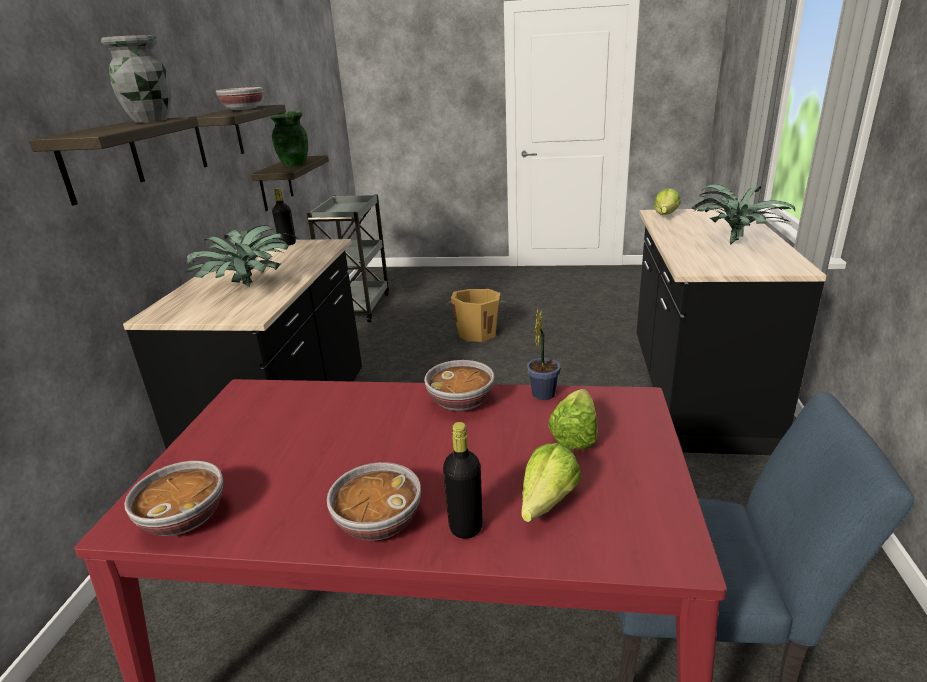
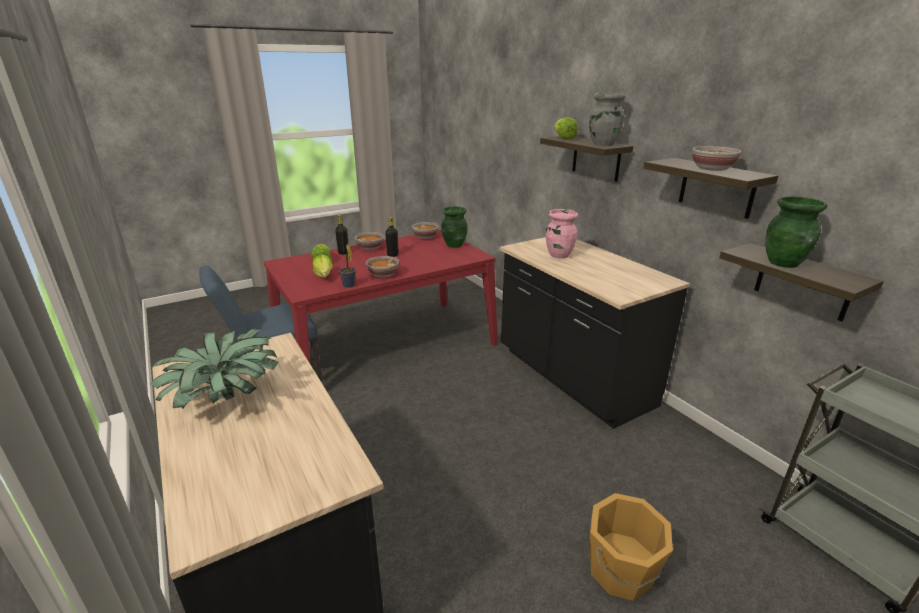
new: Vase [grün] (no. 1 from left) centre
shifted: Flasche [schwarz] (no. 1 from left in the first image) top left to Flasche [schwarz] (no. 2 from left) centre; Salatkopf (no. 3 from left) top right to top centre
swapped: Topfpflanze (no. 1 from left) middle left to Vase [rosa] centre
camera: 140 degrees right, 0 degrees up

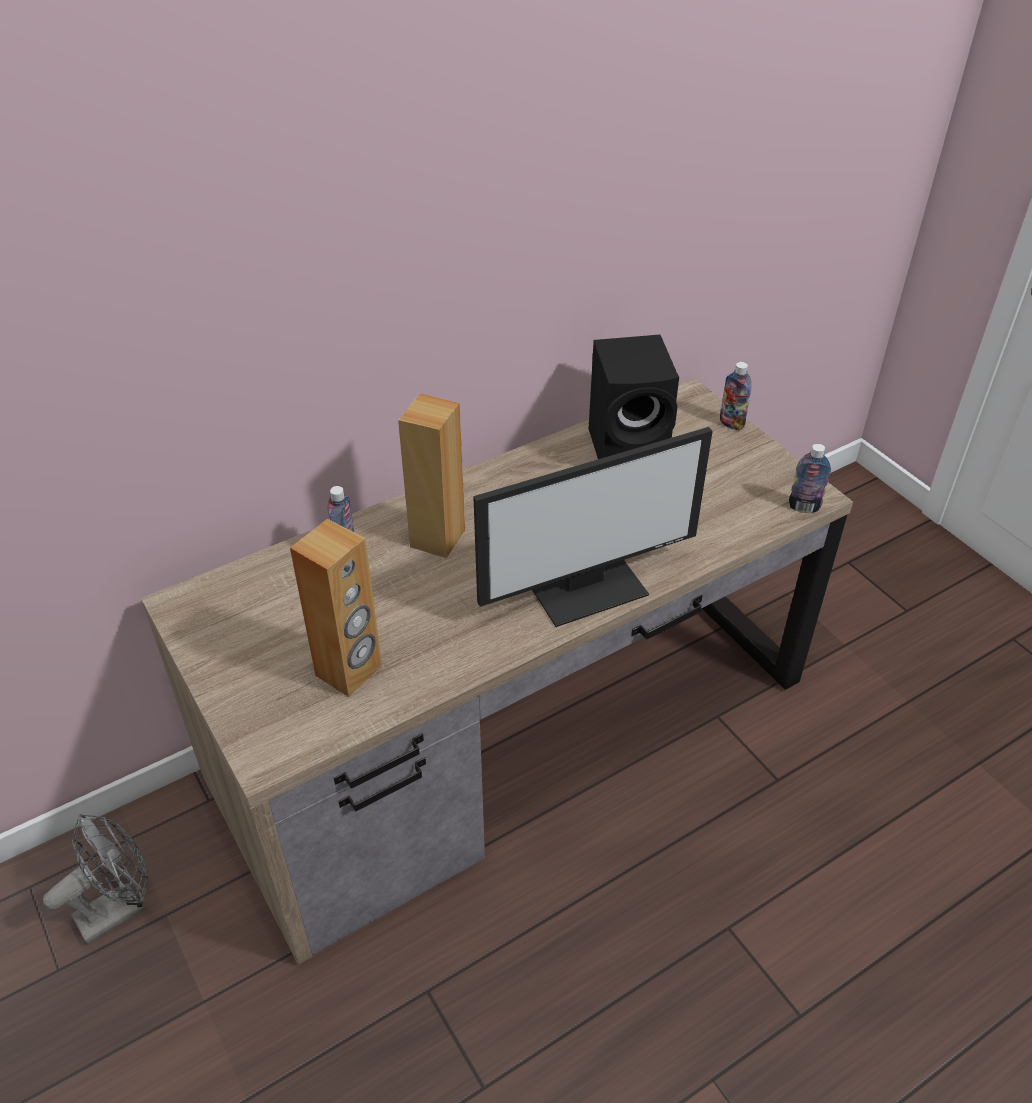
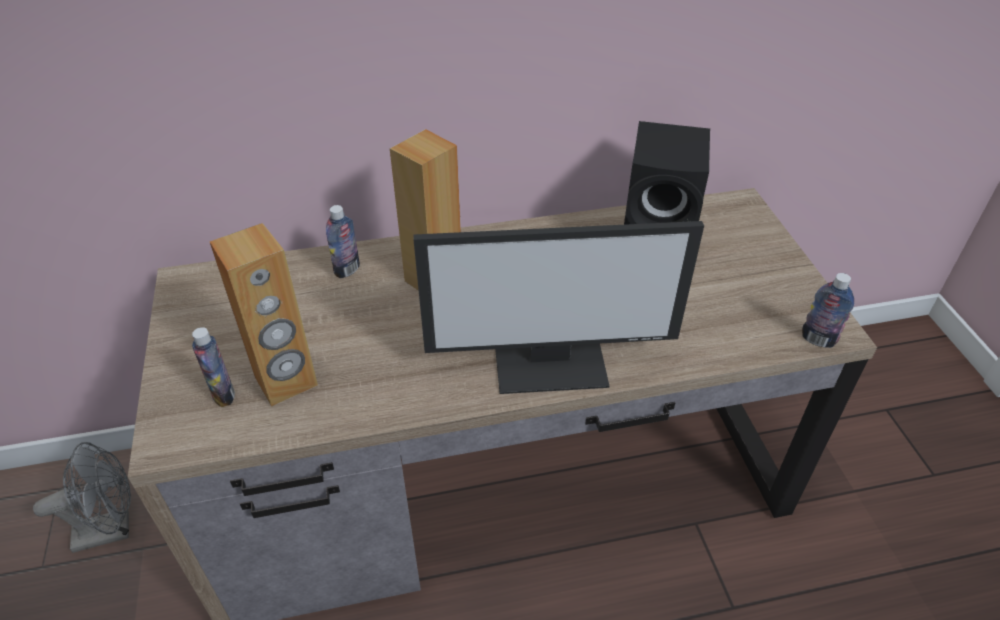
shifted: Flasche (no. 2 from left in the first image) middle right to Flasche (no. 1 from left) middle left
camera: 20 degrees right, 0 degrees up

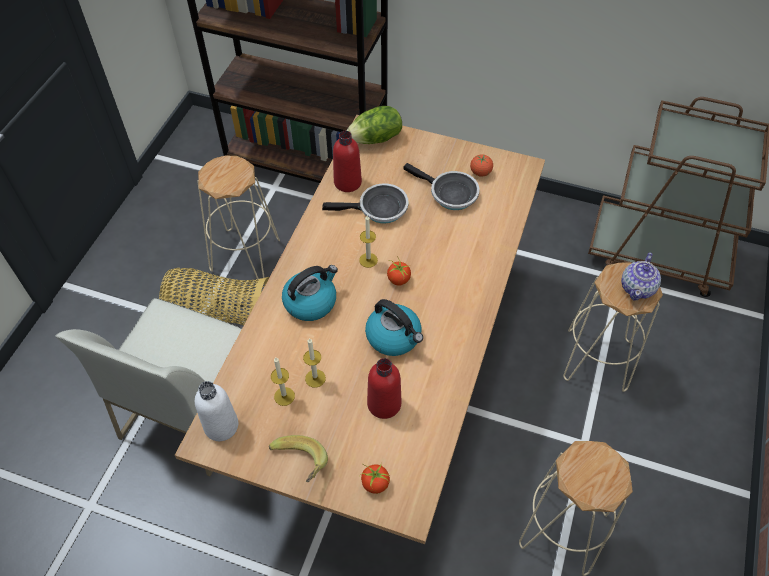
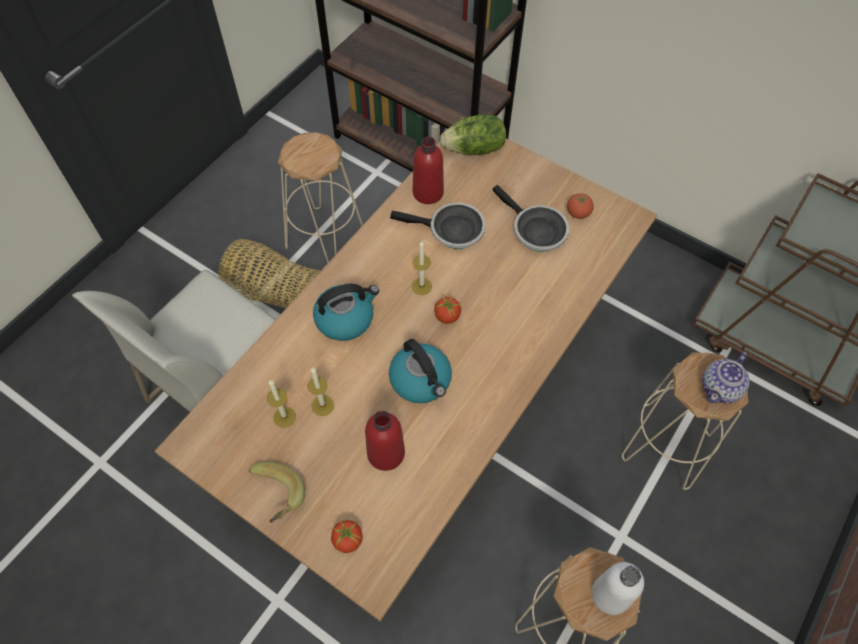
shifted: Flasche [weiß] bottom left to bottom right
camera: 15 degrees right, 5 degrees up

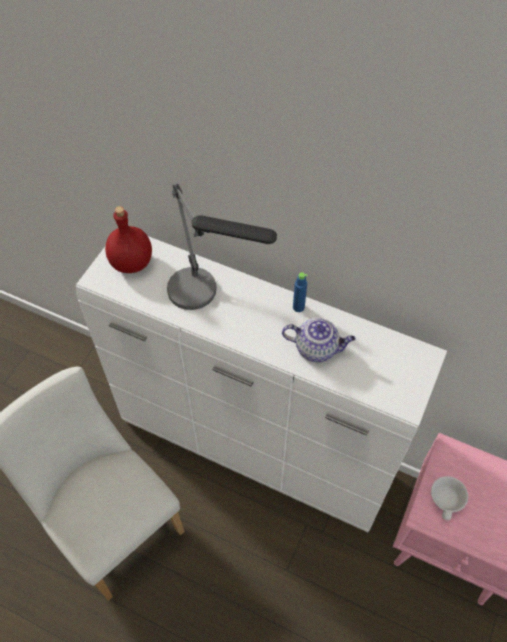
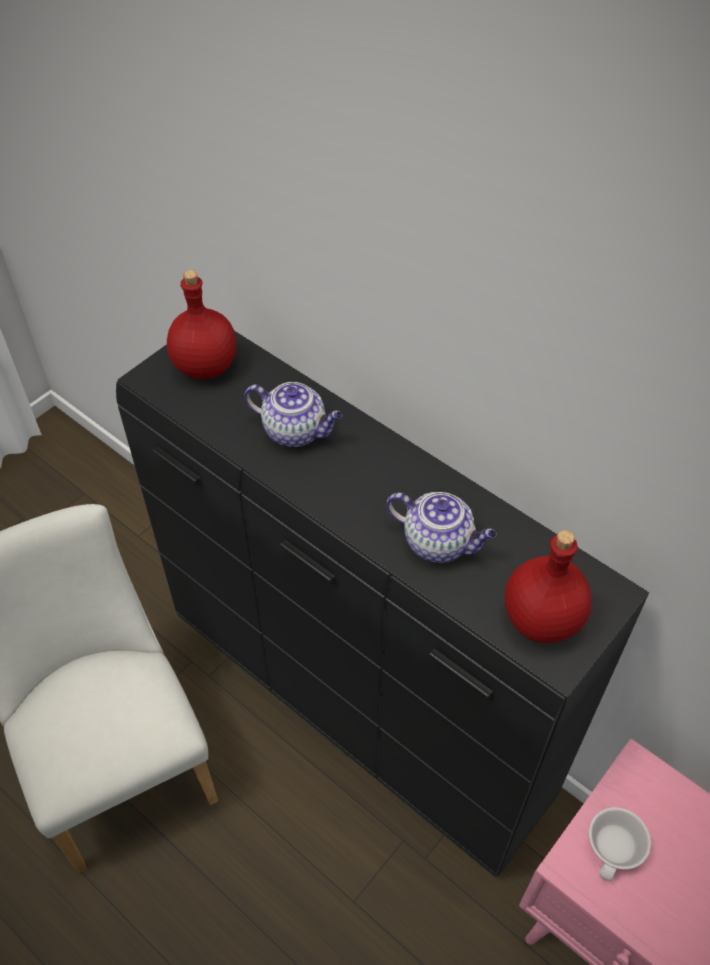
gone: Flasche [blau] centre
new: Flasche [rot] (no. 2 from left) middle right
swapped: Tischlampe centre to Teekanne (no. 1 from left) centre
repainted: Kommode [weiß] centre to Kommode [schwarz] centre
camera: 15 degrees right, 5 degrees down

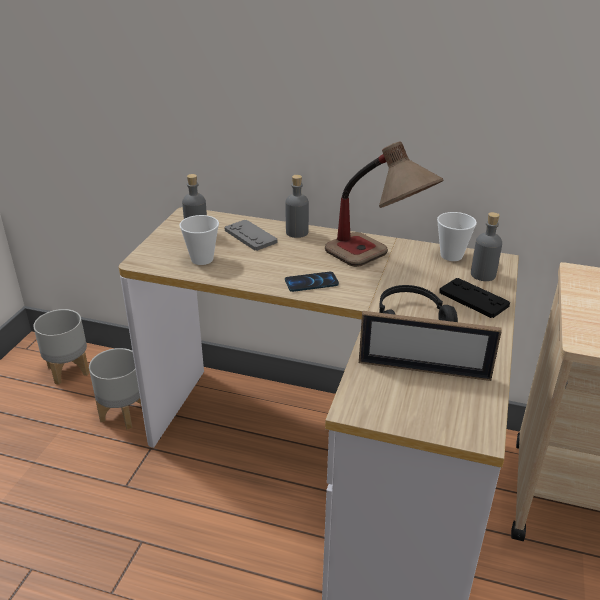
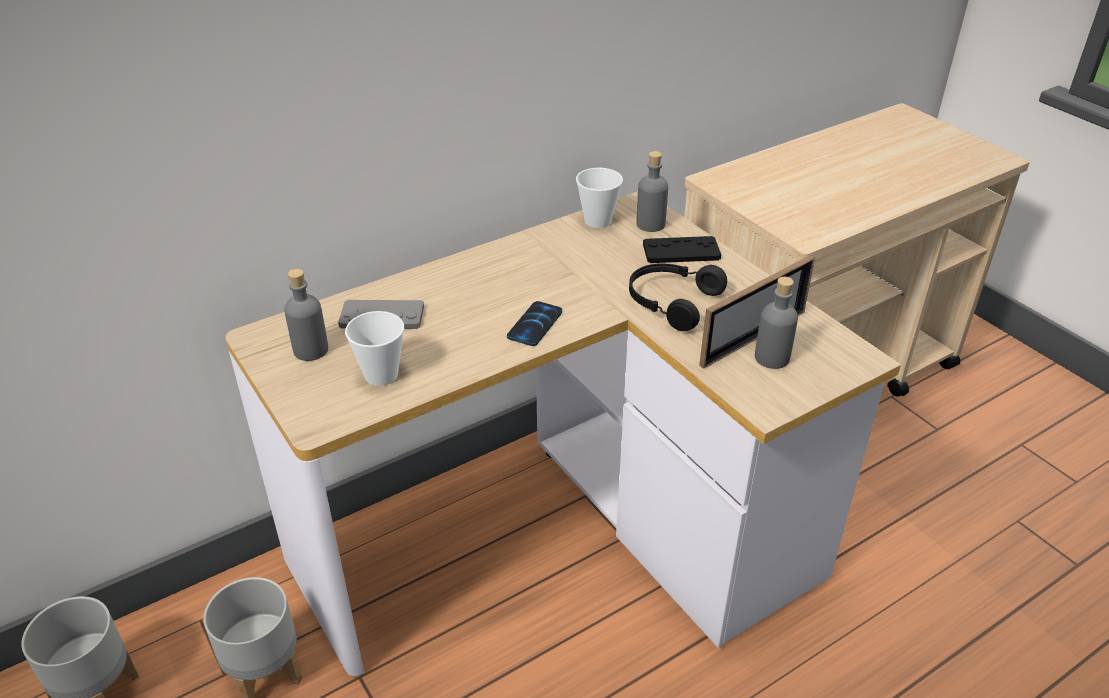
gone: Tischlampe centre
shifted: Flasche [grau] (no. 2 from left in the first image) centre to Flasche [grau] (no. 3 from left) middle right
camera: 50 degrees left, 5 degrees up

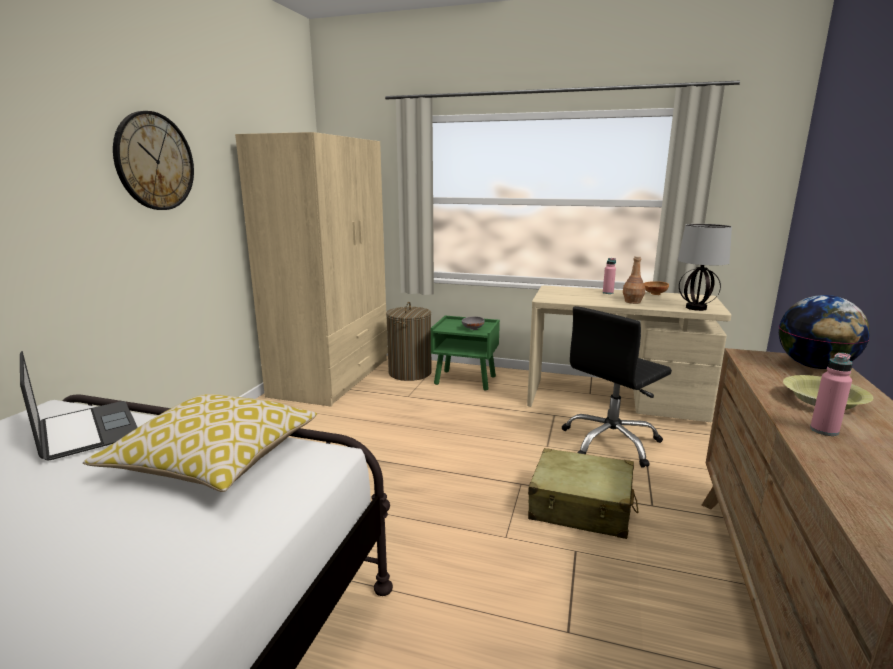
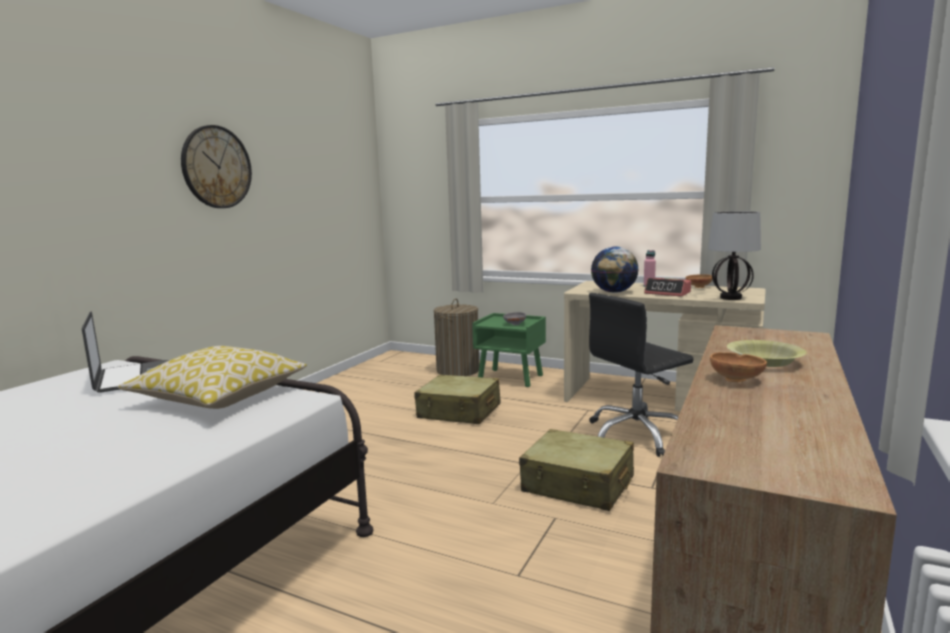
gone: Kleiderschrank [beige] centre
new: Koffer [beige] (no. 1 from left) centre
shifted: Globus middle right to centre
swapped: Flasche [braun] middle right to Wecker middle right; Flasche [rosa] (no. 2 from left) middle right to Schüssel [braun] (no. 2 from left) middle right
camera: 10 degrees right, 5 degrees down

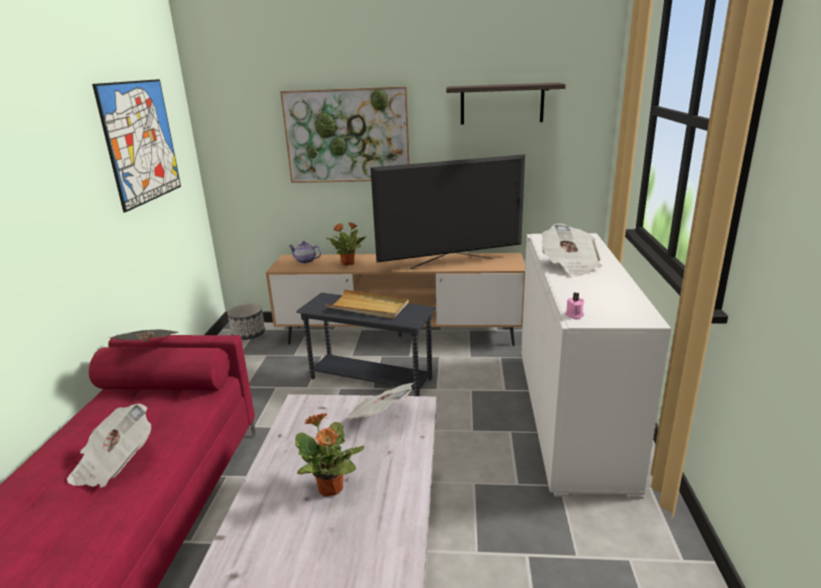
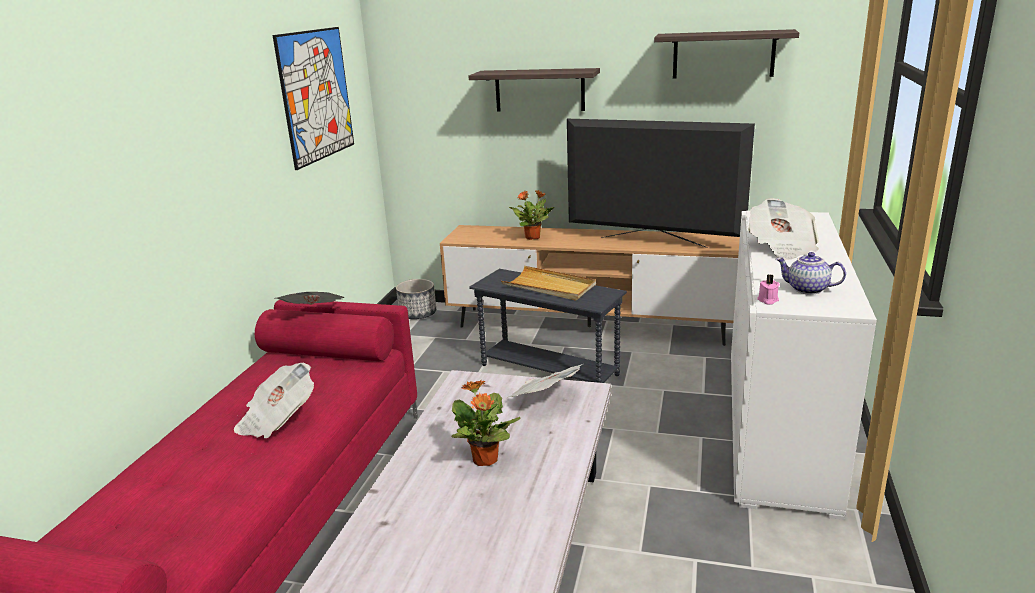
shifted: Teekanne centre to middle right
swapped: Bild (no. 2 from left) top centre to Wandregal (no. 1 from left) top centre
rotated: Fernseher centre = top centre 150 degrees counterclockwise
camera: 10 degrees right, 0 degrees up

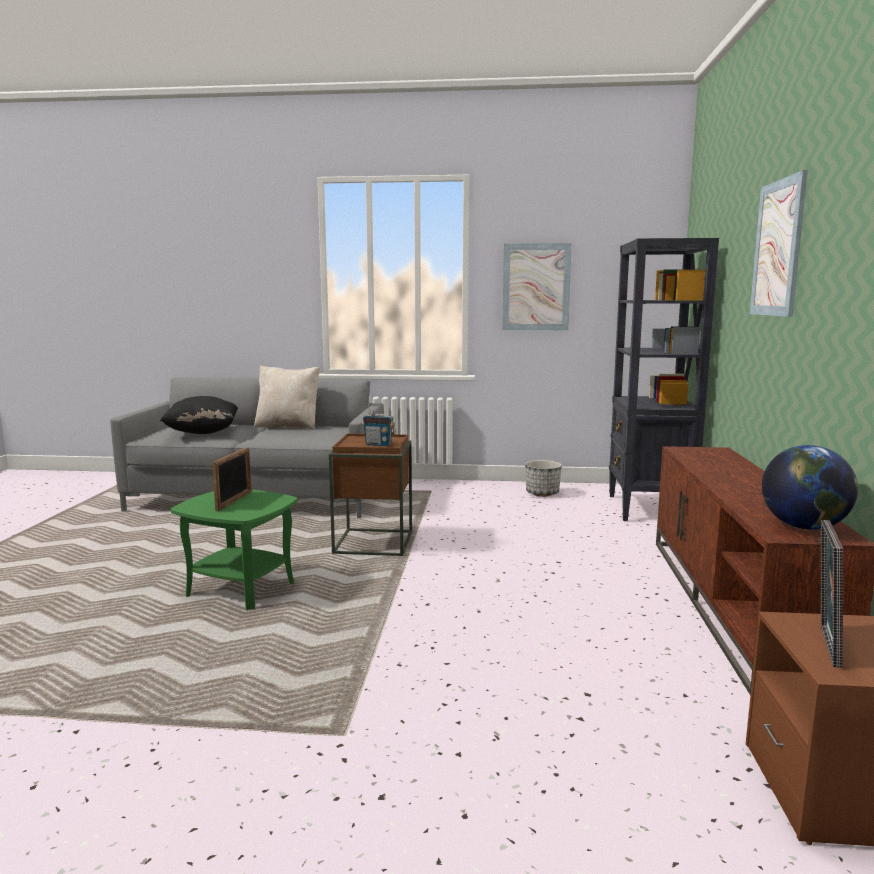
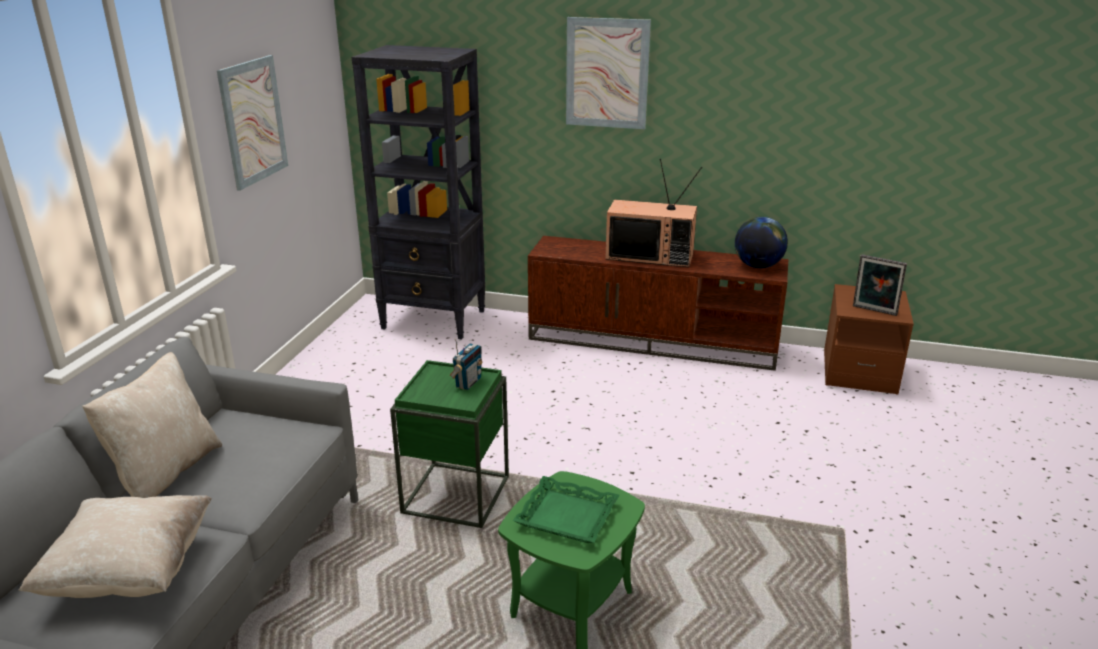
gone: Pflanzkübel centre
new: Fernseher top centre
swapped: Bilderrahmen (no. 1 from left) middle left to Tablett [grün] bottom centre
repainted: Kissen [schwarz] middle left to Kissen [beige] (no. 1 from left) bottom left; Beistelltisch [braun] centre to Beistelltisch [grün] (no. 1 from left) bottom centre
camera: 80 degrees left, 15 degrees up

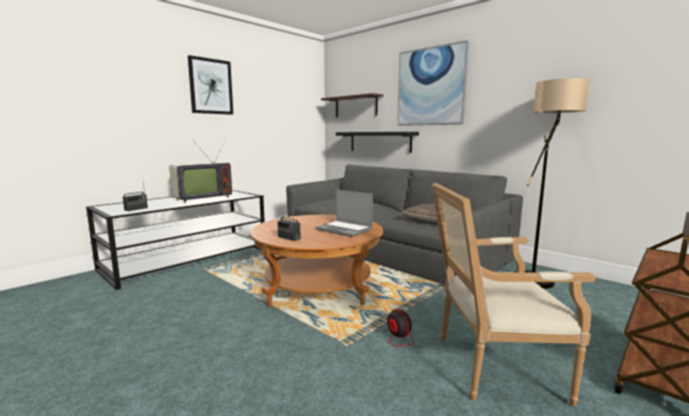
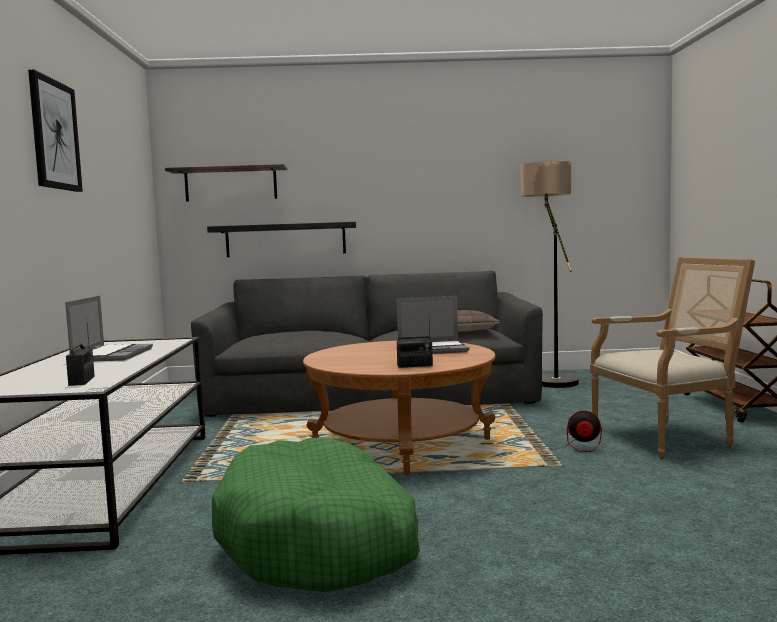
gone: Bild (no. 2 from left) top centre
new: Hundebett [grün] bottom centre
swapped: Fernseher middle left to Laptop (no. 1 from left) middle left
rotated: Sessel bottom right = middle right 150 degrees counterclockwise
camera: 45 degrees left, 5 degrees down

